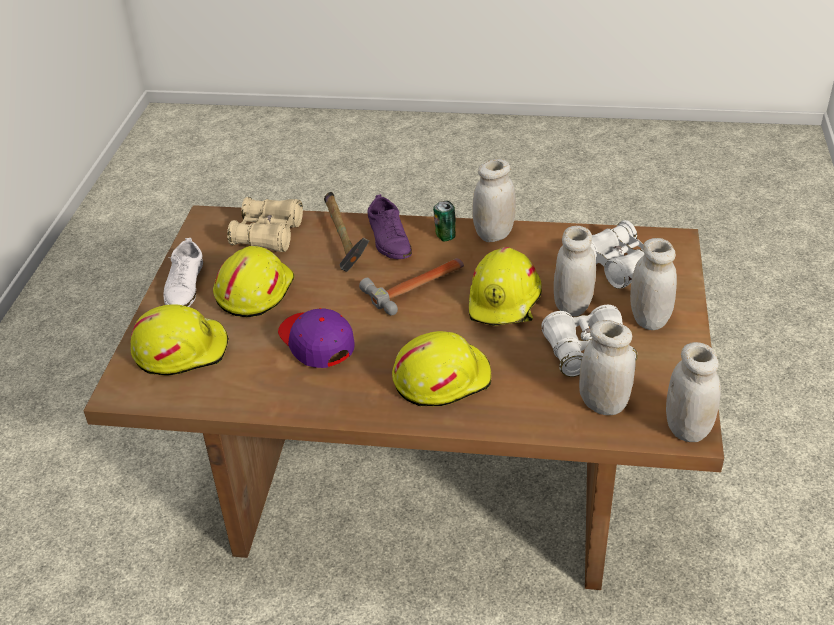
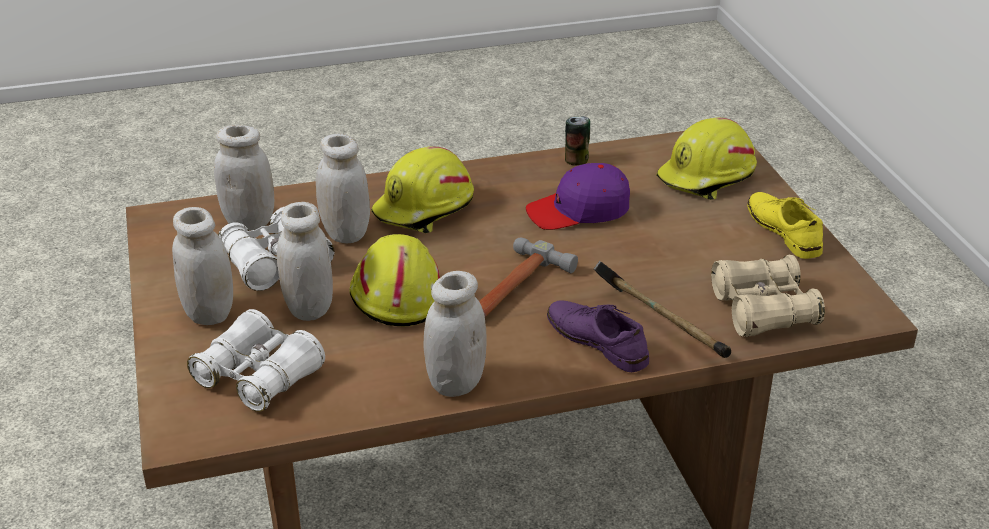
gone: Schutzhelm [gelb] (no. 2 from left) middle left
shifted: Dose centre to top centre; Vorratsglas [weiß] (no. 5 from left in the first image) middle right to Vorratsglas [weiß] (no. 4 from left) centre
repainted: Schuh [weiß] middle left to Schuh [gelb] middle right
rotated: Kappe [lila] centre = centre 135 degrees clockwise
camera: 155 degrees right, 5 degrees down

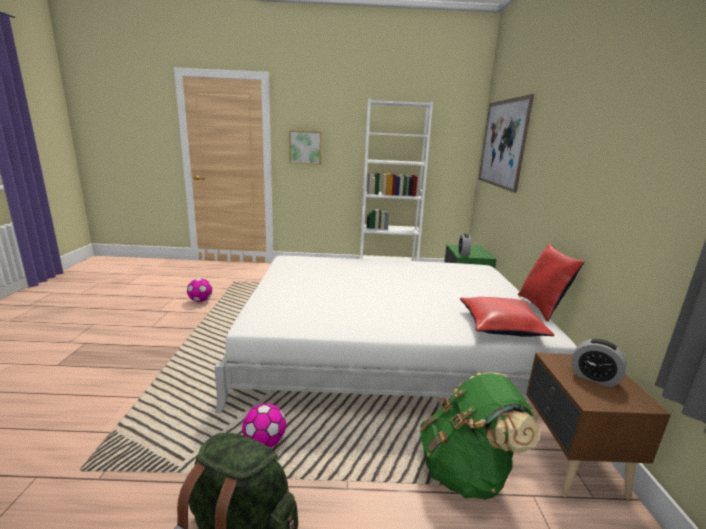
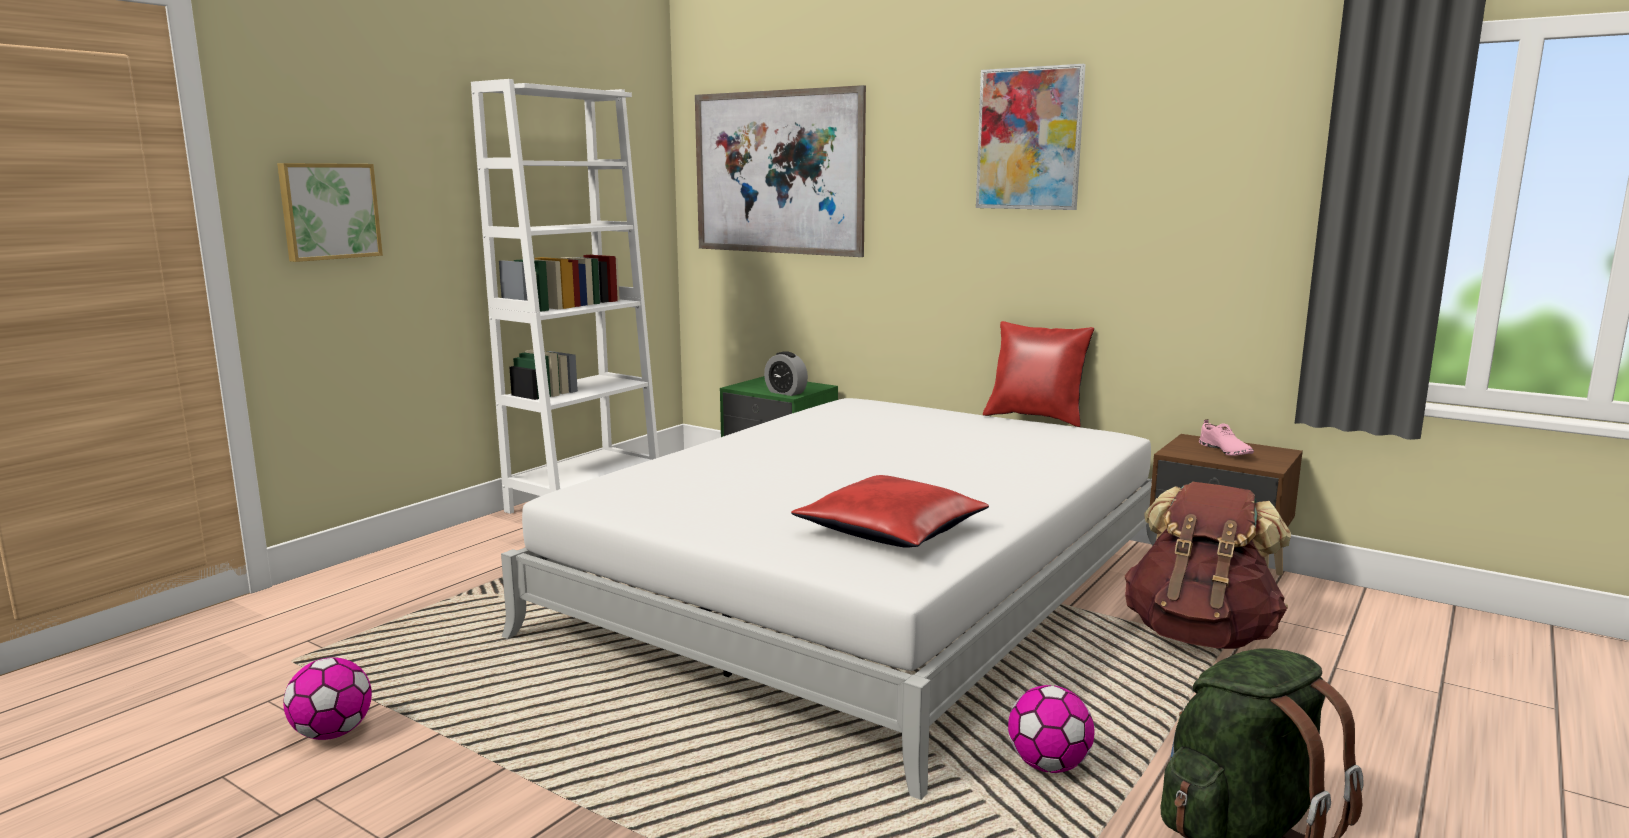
new: Bild (no. 3 from left) top centre
shifted: Kissen [rot] (no. 1 from left) middle right to centre
swapped: Wecker (no. 2 from left) bottom right to Schuh [rosa] middle right
repainted: Rucksack [grün] (no. 2 from left) bottom right to Rucksack [braun] bottom right
camera: 55 degrees left, 5 degrees down

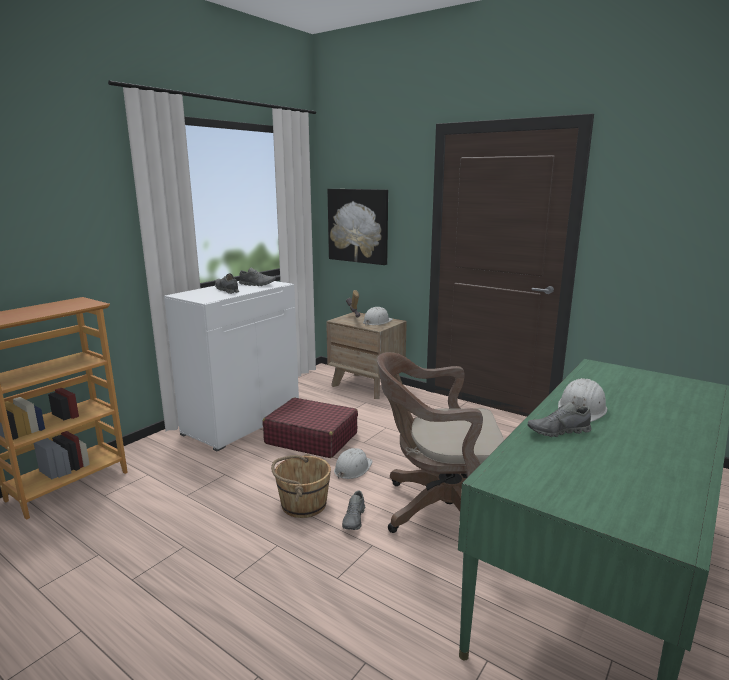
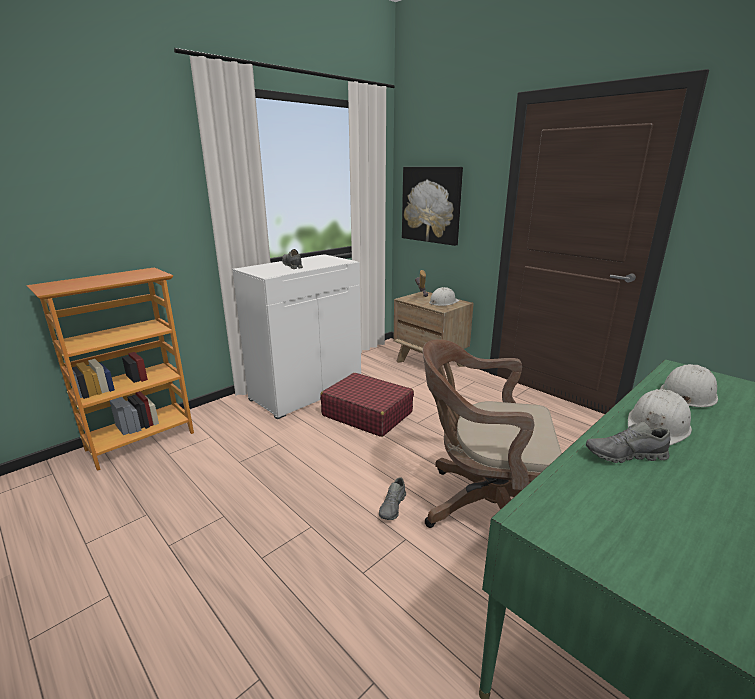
gone: Schuh [grau] (no. 2 from left) centre; Eimer [braun] bottom centre
shifted: Schutzhelm [weiß] (no. 1 from left in the first image) bottom centre to Schutzhelm [weiß] (no. 3 from left) middle right
camera: 10 degrees right, 5 degrees up

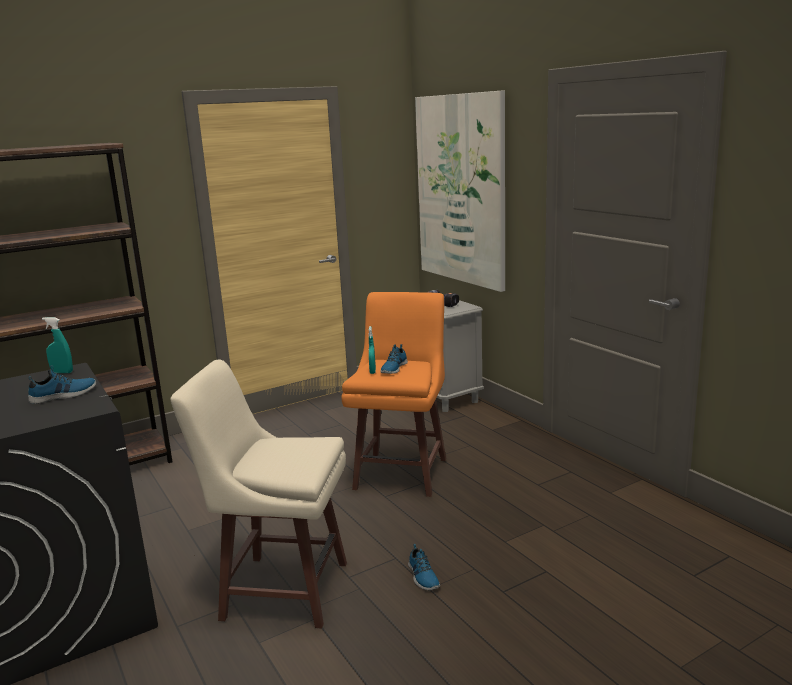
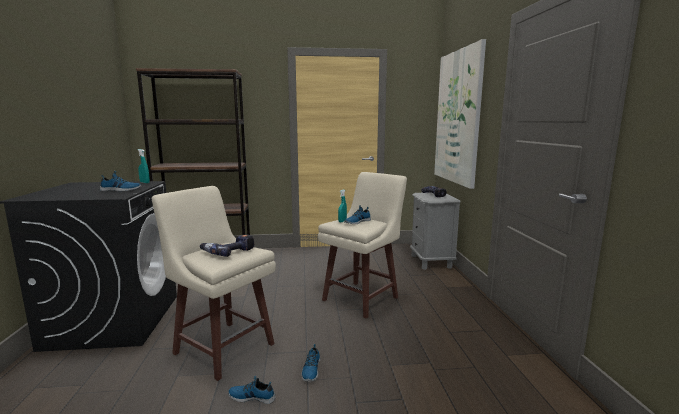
new: Bohrmaschine (no. 1 from left) centre; Schuh (no. 2 from left) bottom centre
repainted: Hocker [orange] centre to Hocker [beige] (no. 2 from left) centre
camera: 25 degrees right, 5 degrees down

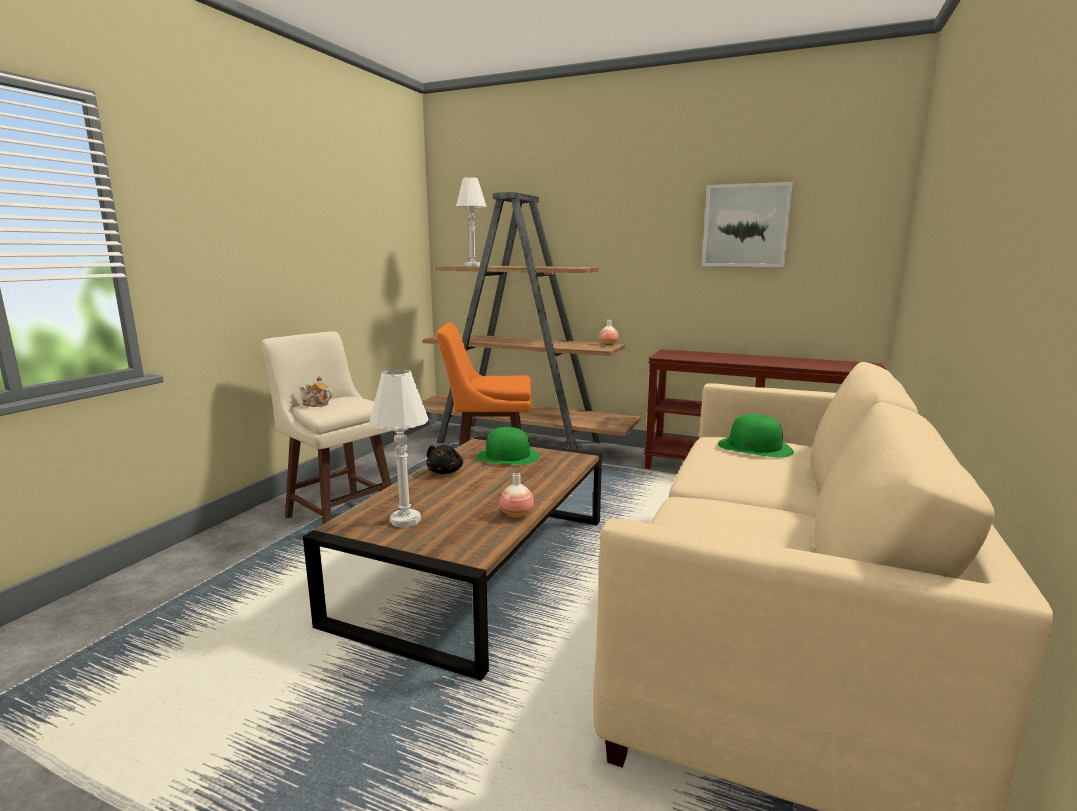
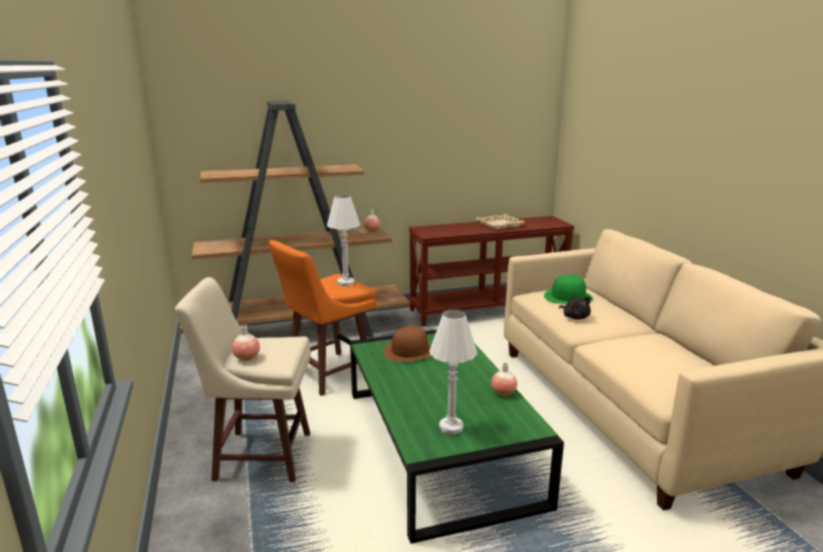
gone: Bild top right
new: Tablett [beige] centre
shifted: Plüschtier [schwarz] centre to middle right; Tischlampe [weiß] (no. 2 from left in the first image) top centre to Tischlampe [weiß] (no. 1 from left) centre
swapped: Teekanne middle left to Vase (no. 1 from left) middle left
repainted: Couchtisch [braun] bottom centre to Couchtisch [grün] bottom centre; Hut [grün] (no. 1 from left) centre to Hut [braun] centre
camera: 40 degrees left, 5 degrees up

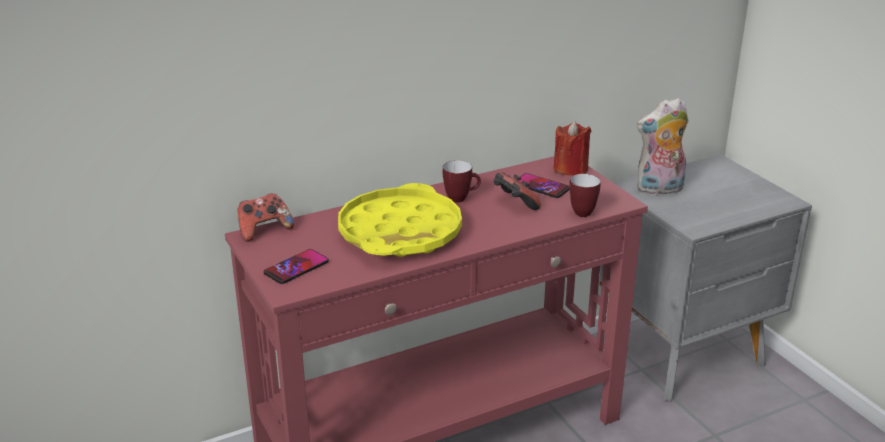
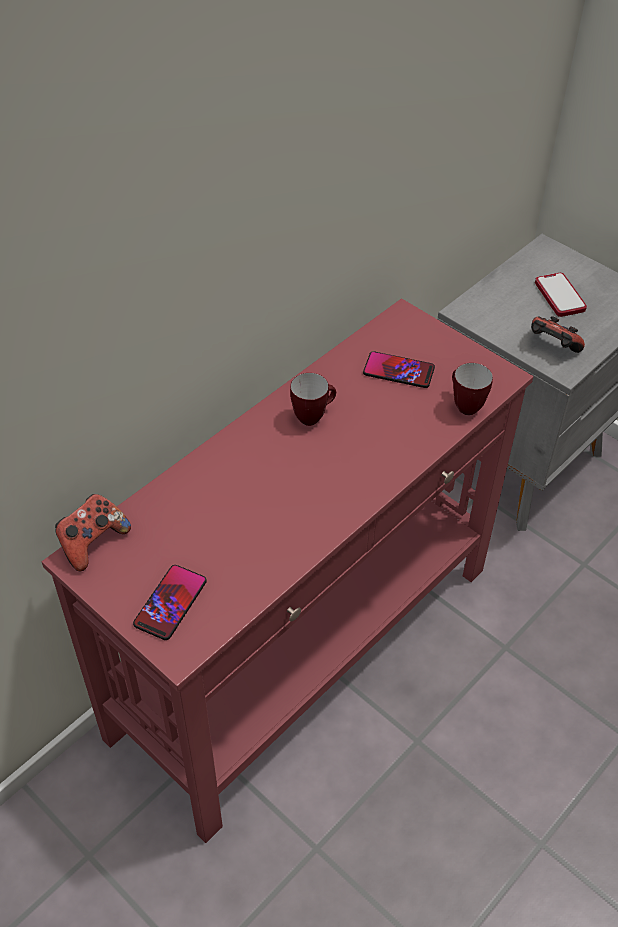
gone: Tablett [gelb] centre; Kerze [rot] centre; Plüschtier top right
new: Handy (no. 3 from left) top right
shifted: Gamepad (no. 2 from left) centre to middle right
camera: 20 degrees left, 20 degrees up

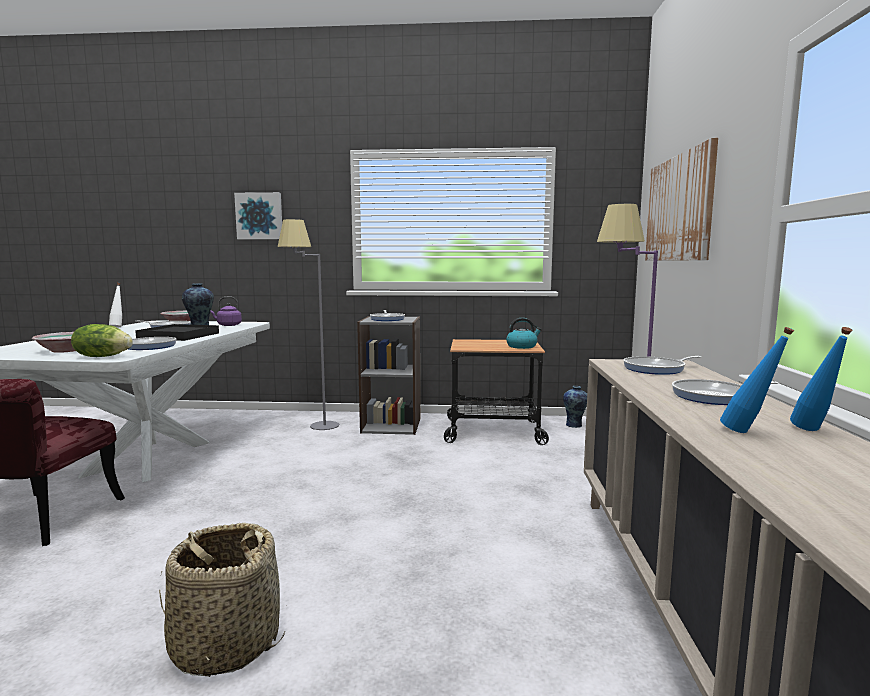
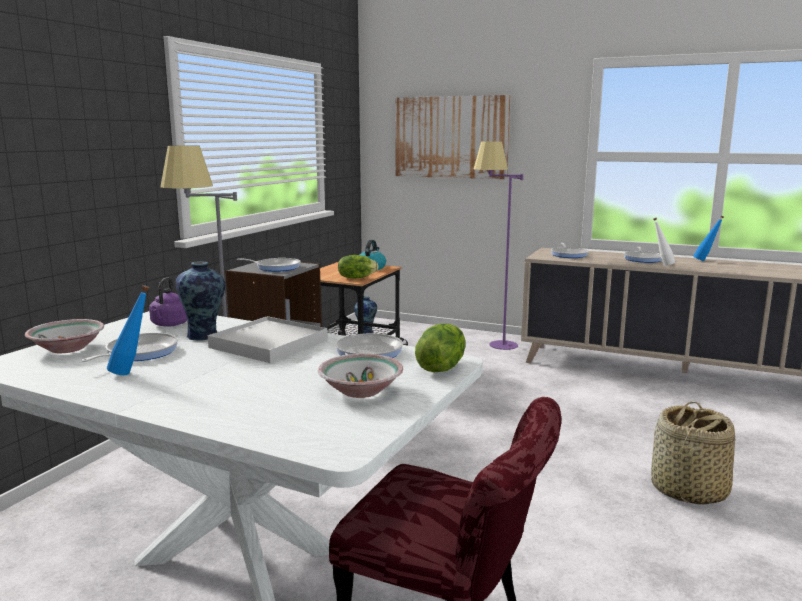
gone: Bild (no. 1 from left) top left
new: Salatkopf (no. 1 from left) centre
shifted: Flasche [weiß] middle left to middle right; Flasche [blau] (no. 1 from left) middle right to middle left
repainted: Tablett [schwarz] middle left to Tablett [weiß] centre
camera: 70 degrees left, 5 degrees up

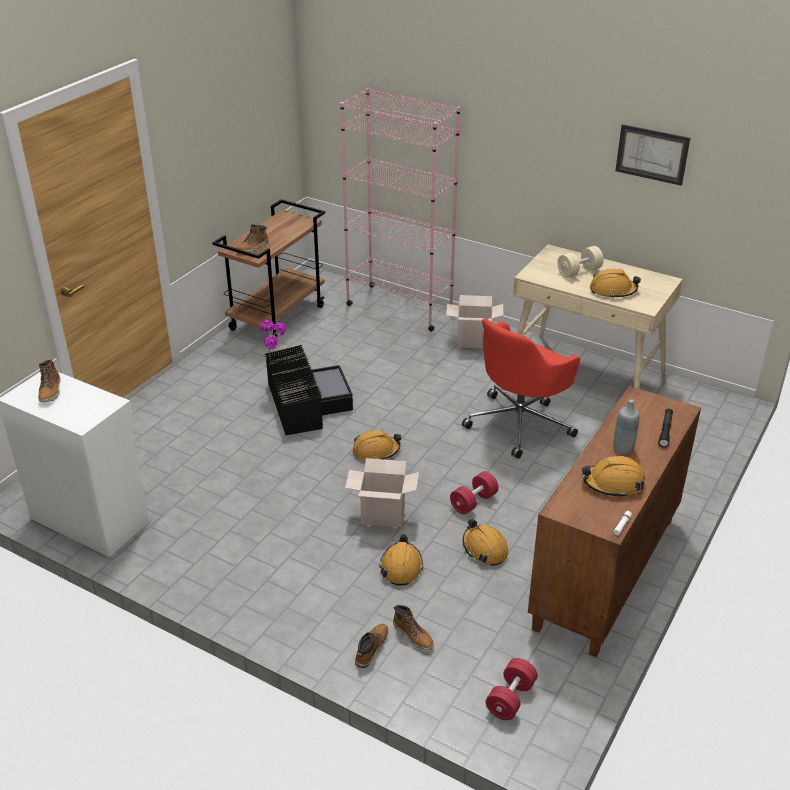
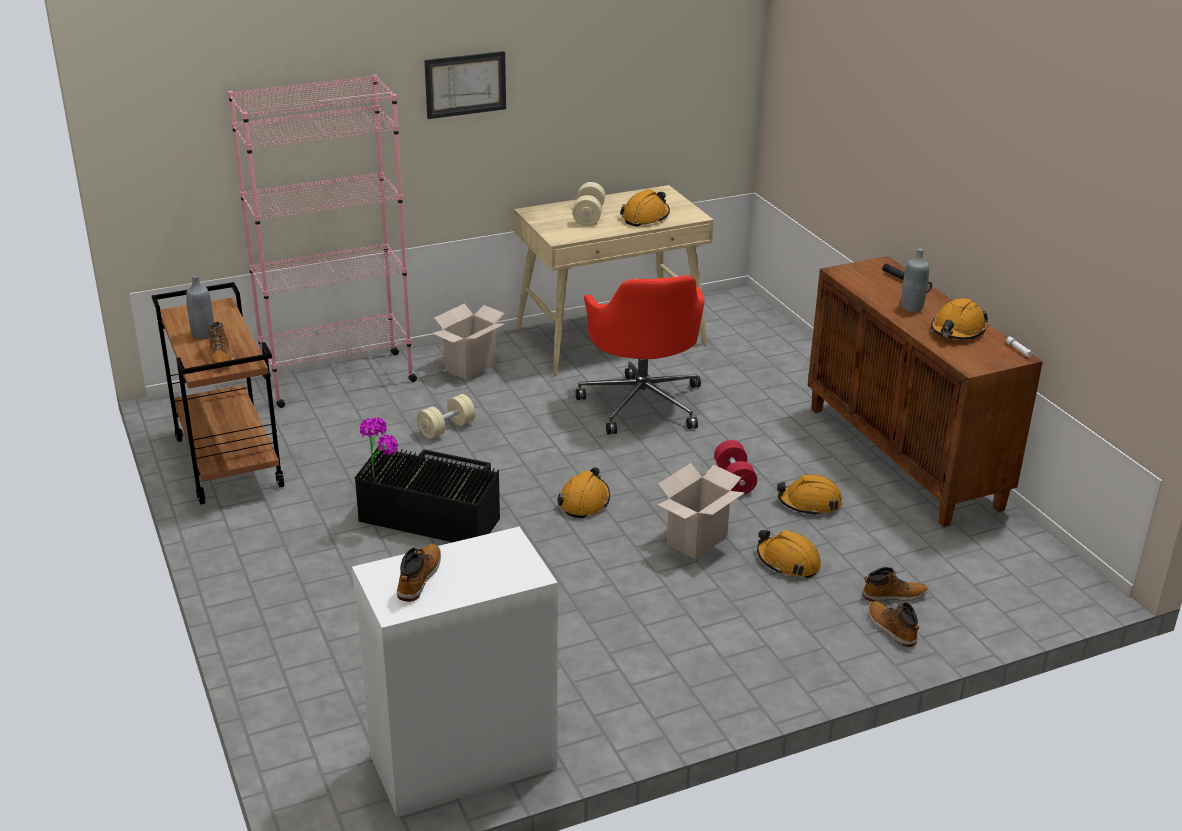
gone: Hantel [rot] (no. 2 from left) bottom centre
new: Flasche [grau] (no. 1 from left) middle left; Hantel [beige] (no. 1 from left) centre
shifted: Bild top right to top centre
rotated: Stiefel (no. 1 from left in the first image) middle left = bottom centre 105 degrees counterclockwise
camera: 55 degrees left, 5 degrees down

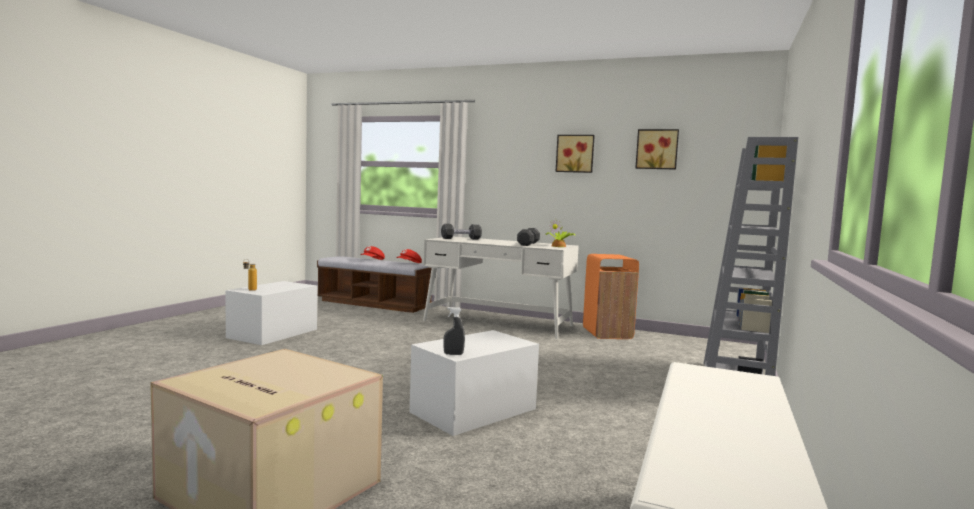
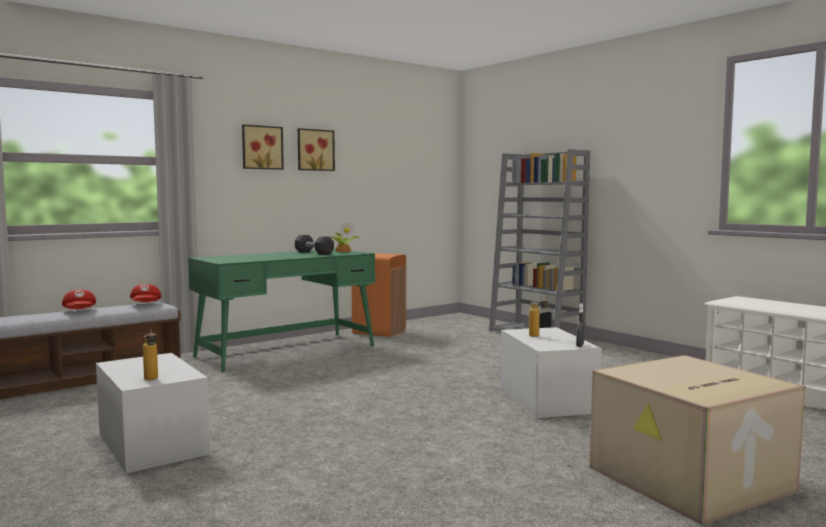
gone: Hantel [schwarz] (no. 1 from left) centre
new: Flasche (no. 2 from left) centre
shifted: Bild (no. 2 from left in the first image) top right to Bild (no. 1 from left) top left
repainted: Schreibtisch [weiß] centre to Schreibtisch [grün] centre
camera: 60 degrees left, 0 degrees up

